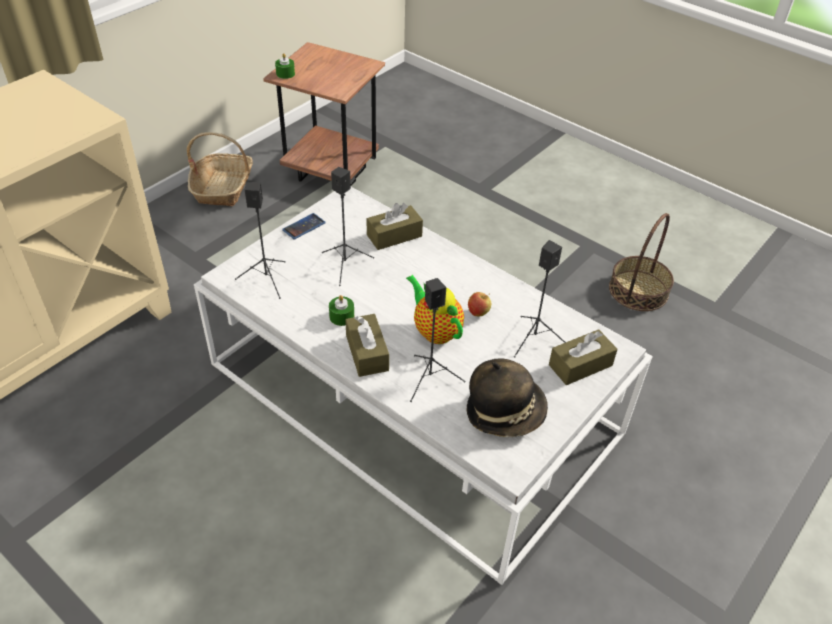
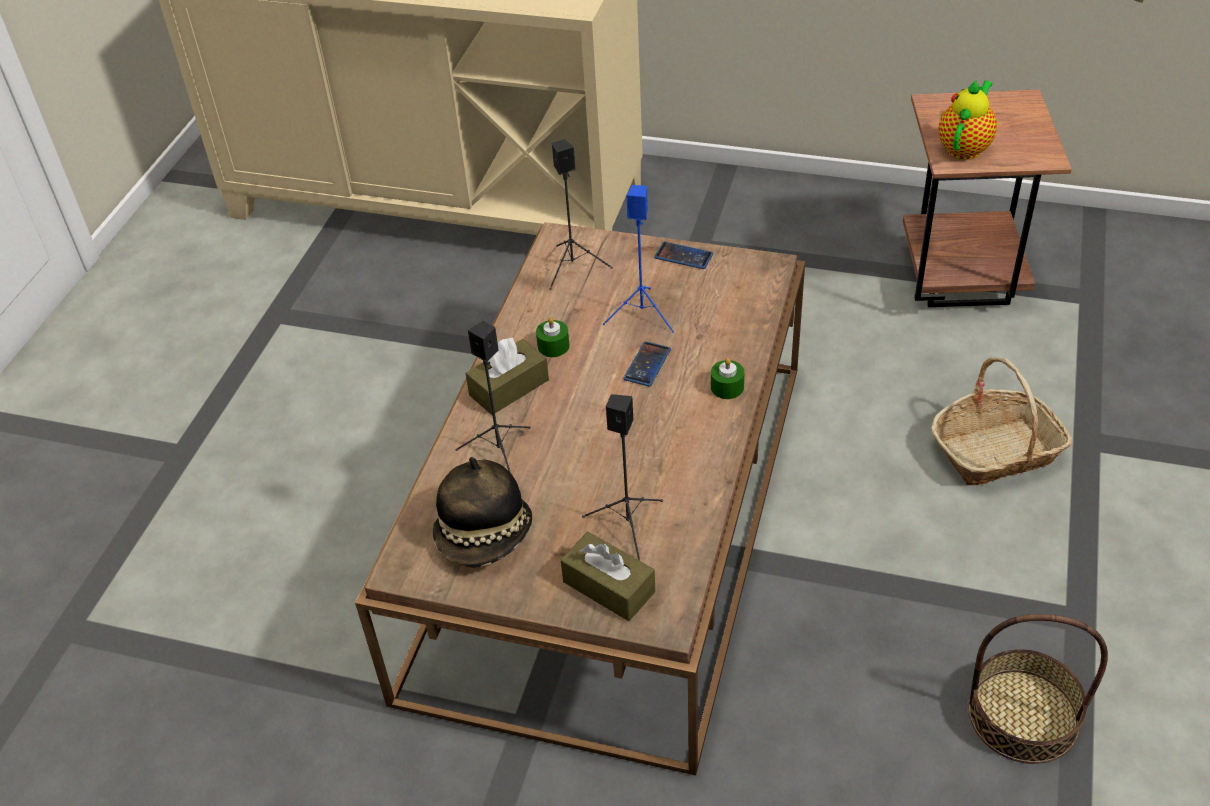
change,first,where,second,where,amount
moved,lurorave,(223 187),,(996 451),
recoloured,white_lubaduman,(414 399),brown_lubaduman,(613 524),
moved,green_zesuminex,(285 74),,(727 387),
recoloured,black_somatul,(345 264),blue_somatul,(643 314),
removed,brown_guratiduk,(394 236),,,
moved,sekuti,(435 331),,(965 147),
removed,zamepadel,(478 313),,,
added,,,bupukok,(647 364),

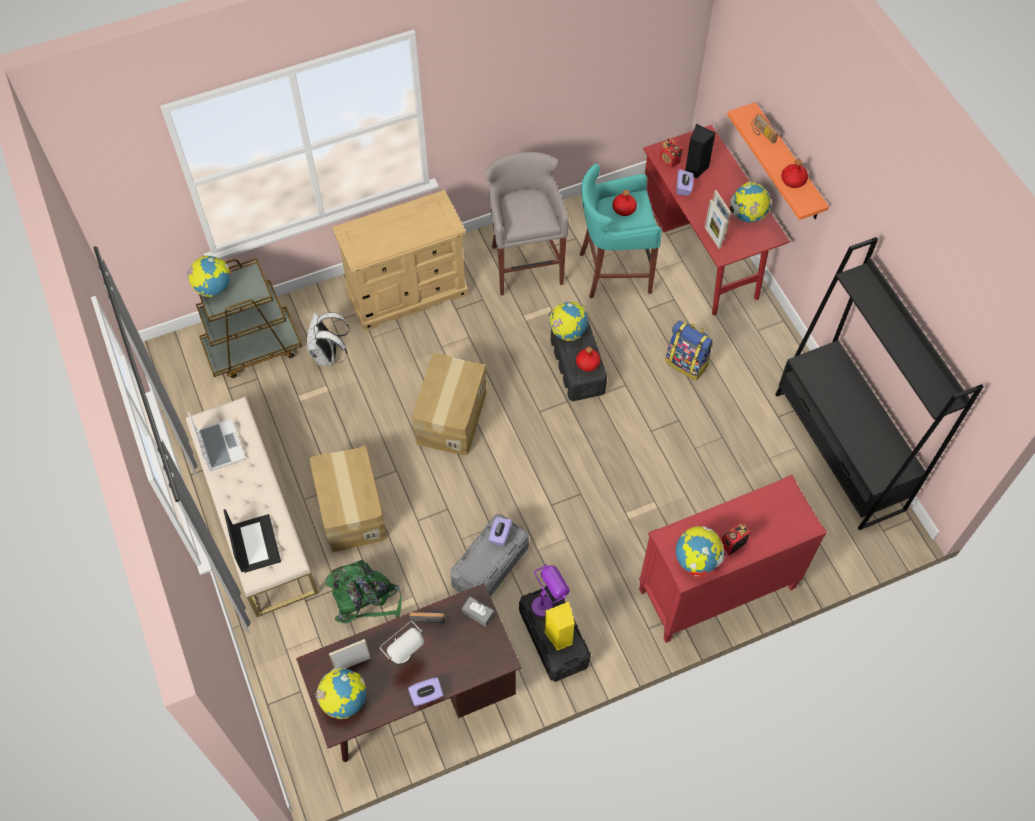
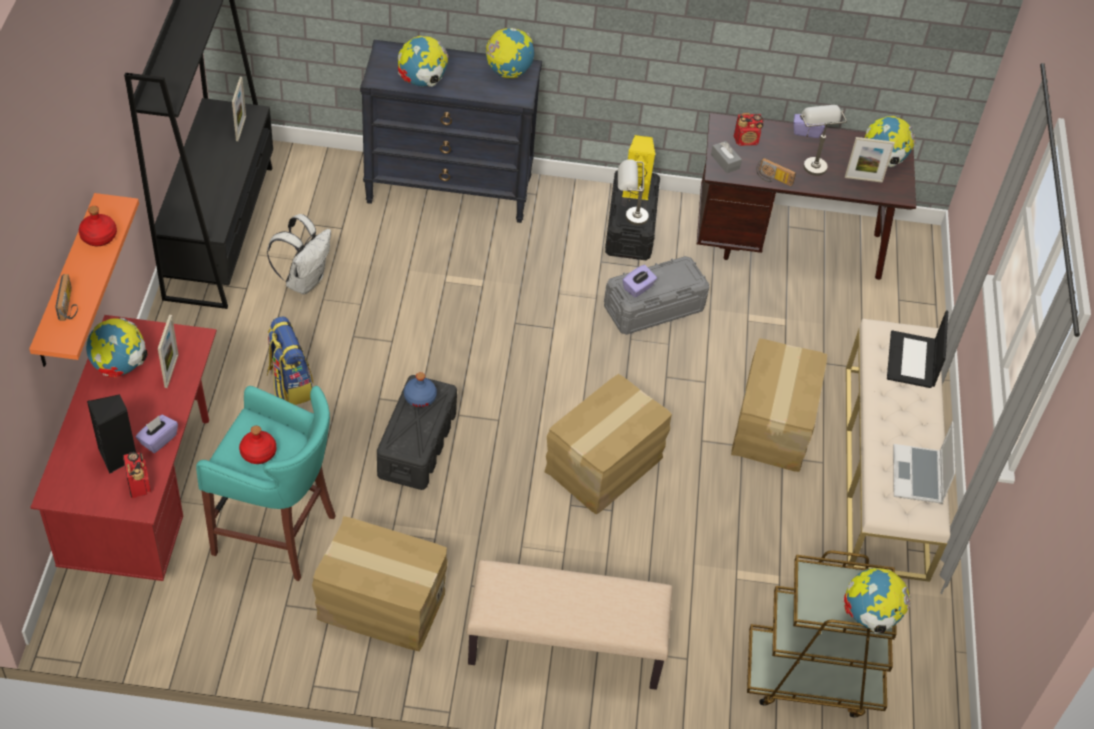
change,first,where,second,where,amount
moved,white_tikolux,(328 356),,(304 280),
removed,green_tikolux,(364 597),,,
replaced,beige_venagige,(407 293),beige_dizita,(564 647),
replaced,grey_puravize,(525 264),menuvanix,(380 605),
recoloured,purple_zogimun,(548 603),grey_zogimun,(628 217),
moved,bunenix,(567 332),,(422 81),
recoloured,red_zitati,(588 363),blue_zitati,(420 397),
recoloured,red_venagige,(716 590),black_venagige,(450 190),
moved,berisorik,(712 237),,(241 128),
moved,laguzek,(732 544),,(746 140),

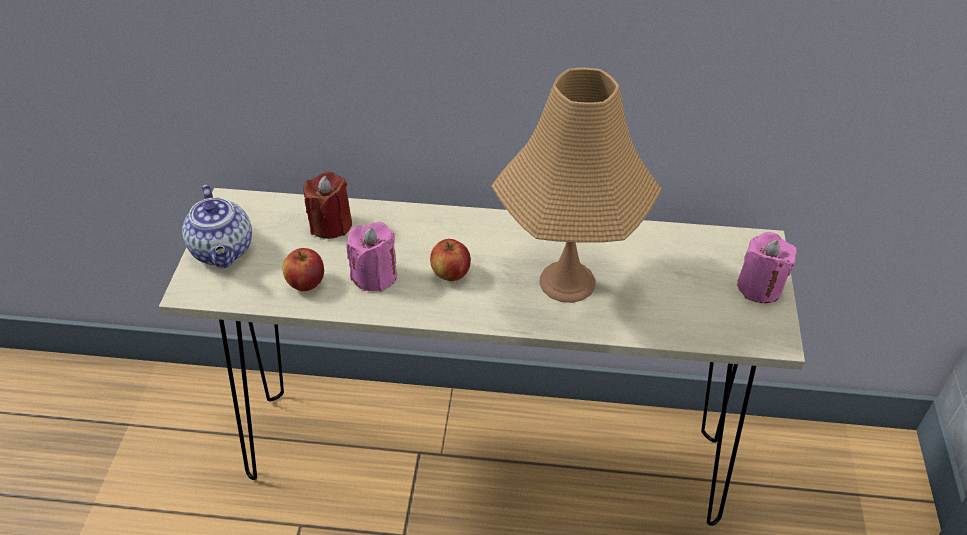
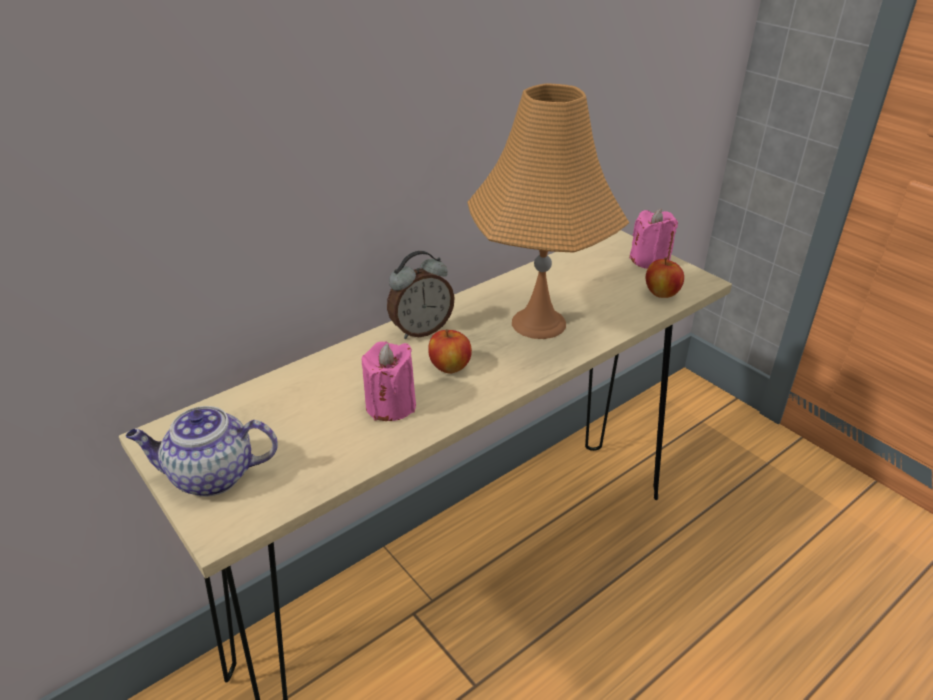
change,first,where,second,where,amount
turned,sekuti,(223 251),,(210 476),150 degrees clockwise
moved,zamepadel,(306 283),,(662 293),
removed,red_zesuminex,(331 224),,,
added,,,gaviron,(421 330),

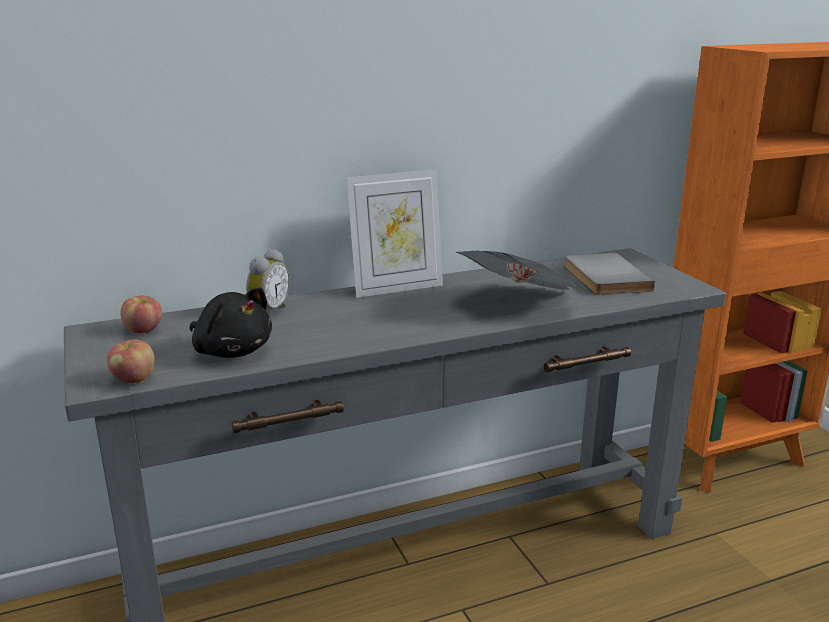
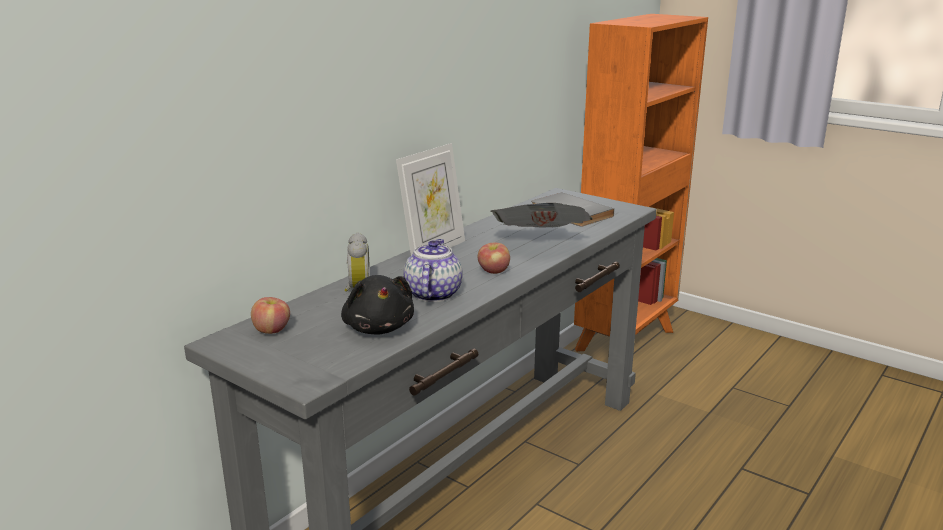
change,first,where,second,where,amount
moved,zamepadel,(134 379),,(494 271),
turned,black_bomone,(232 351),,(378 327),60 degrees clockwise
added,,,sekuti,(433 293),

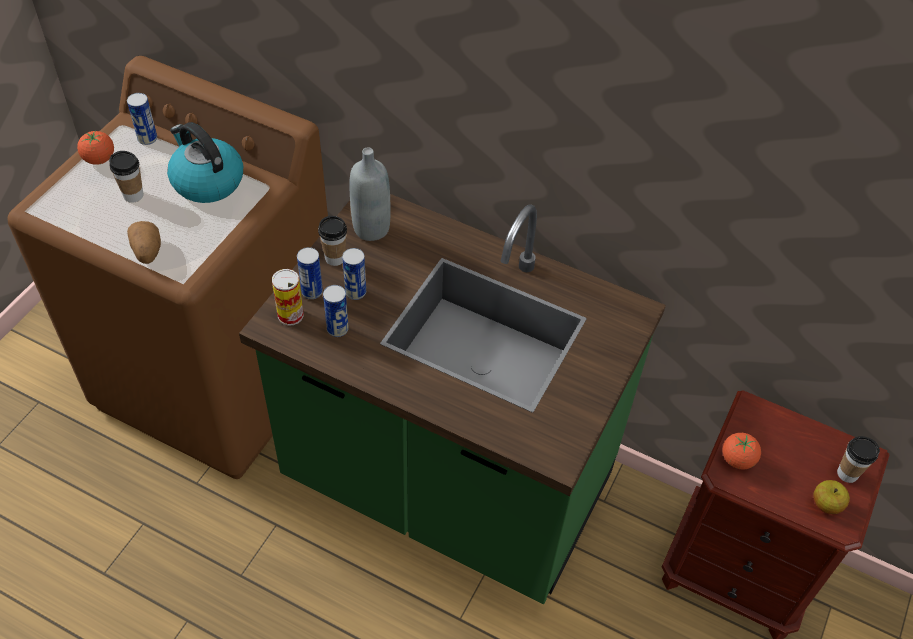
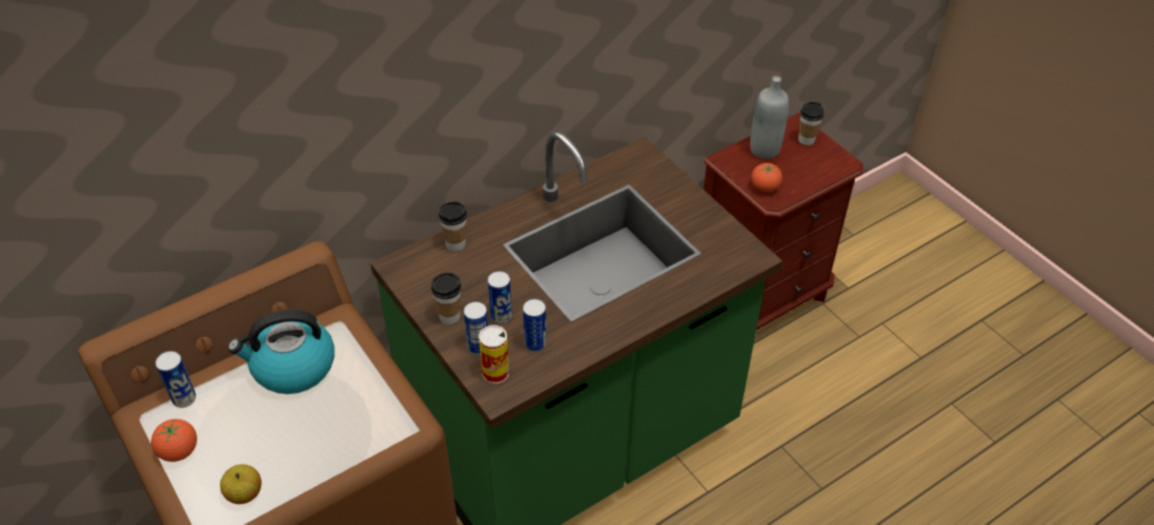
change,first,where,second,where,amount
moved,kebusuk,(133 195),,(455 244),
removed,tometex,(147 251),,,
moved,grey_zitati,(371 228),,(764 150),
moved,zamepadel,(826 504),,(244 494),

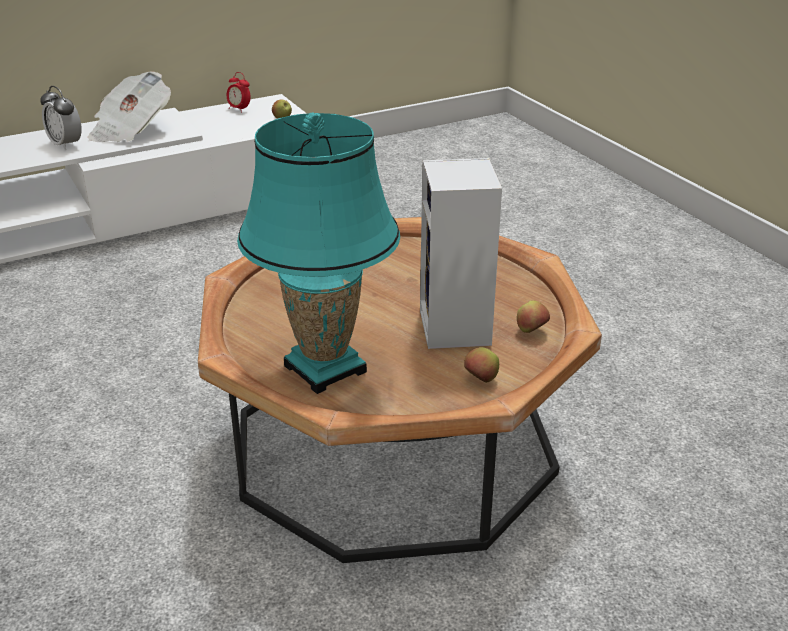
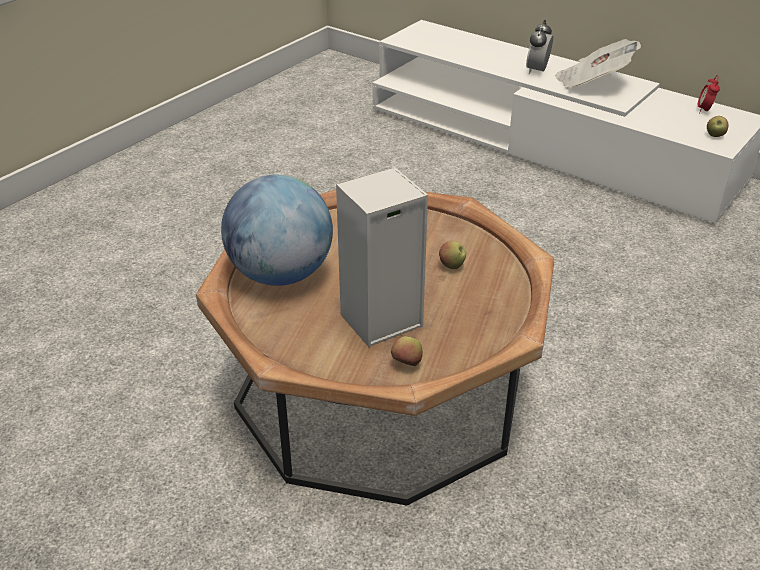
change,first,where,second,where,amount
replaced,turquoise_zogimun,(324 369),bunenix,(281 274),
moved,zamepadel,(481 380),,(452 266),

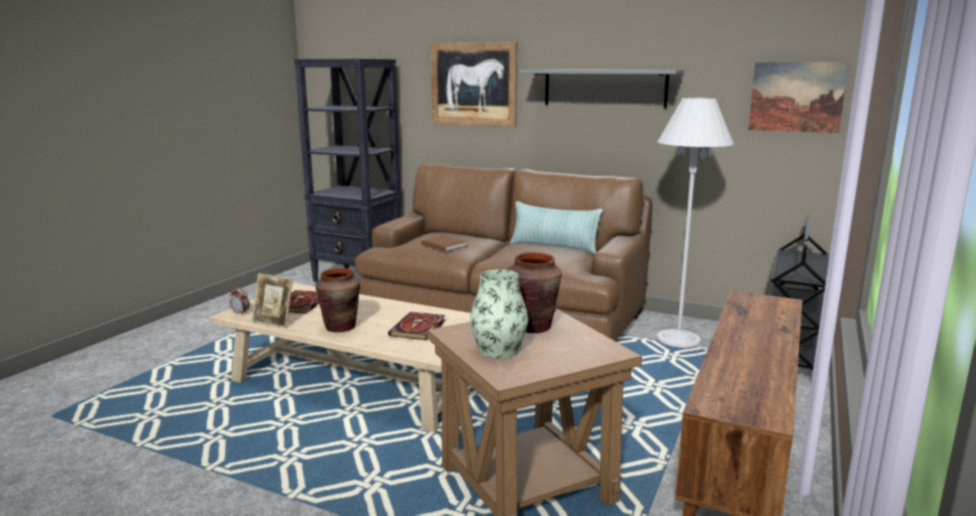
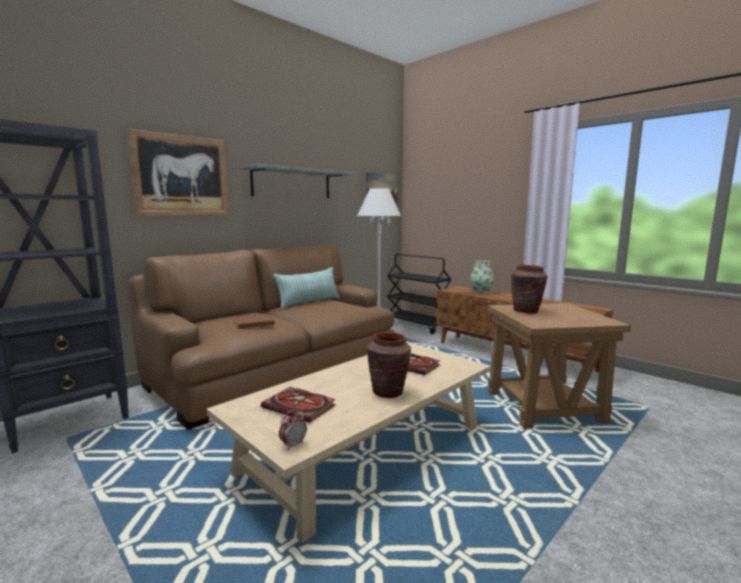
change,first,where,second,where,amount
removed,berisorik,(274 322),,,
moved,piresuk,(498 350),,(481 291),

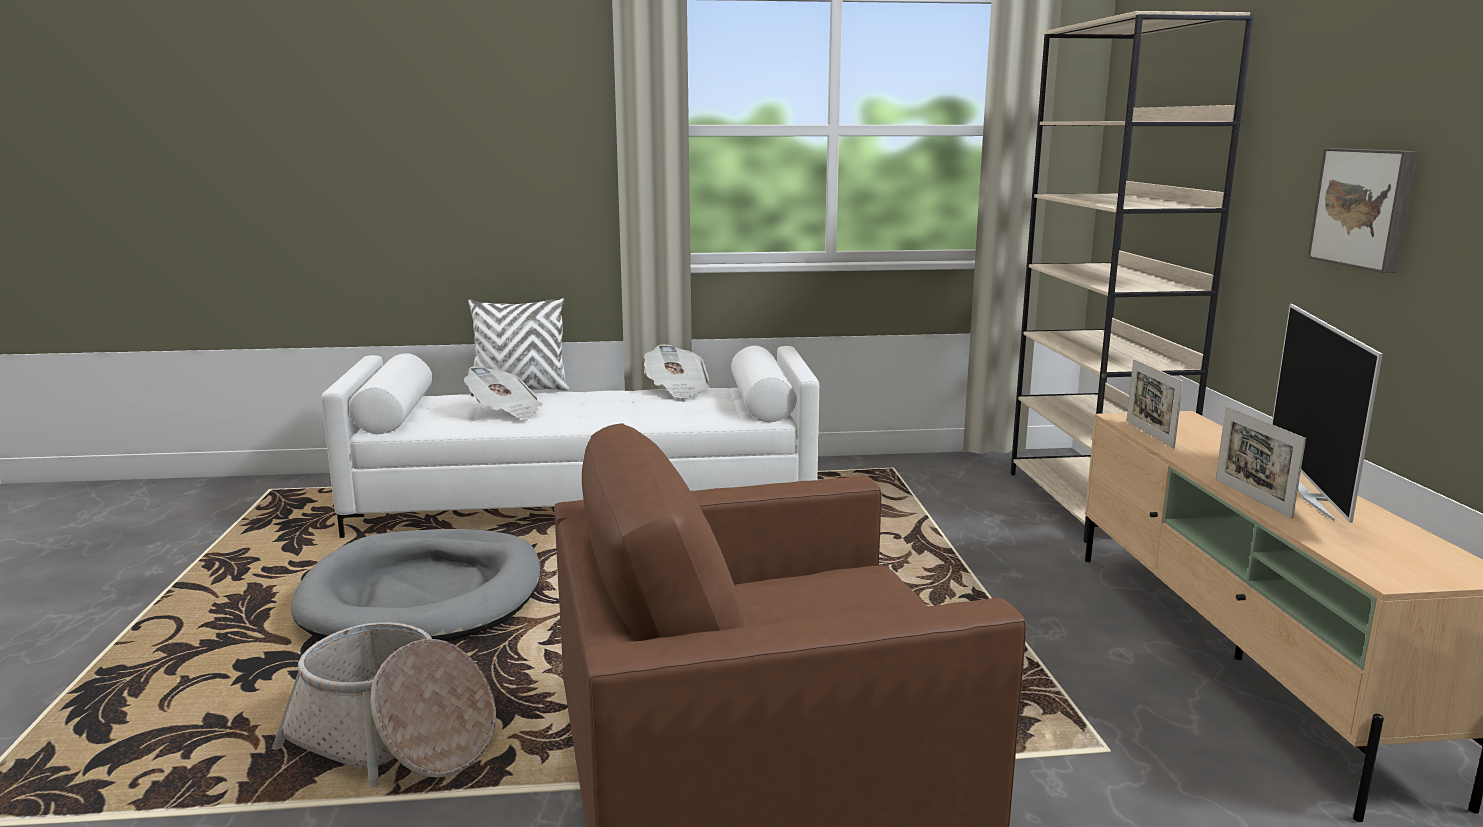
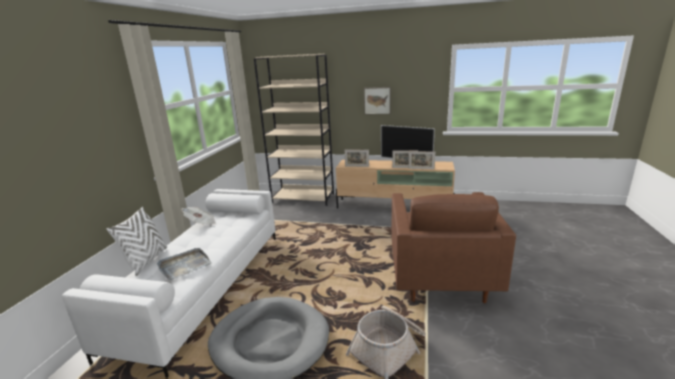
change,first,where,second,where,amount
replaced,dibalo,(505 412),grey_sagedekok,(184 265),
added,,,berisorik,(421 169),

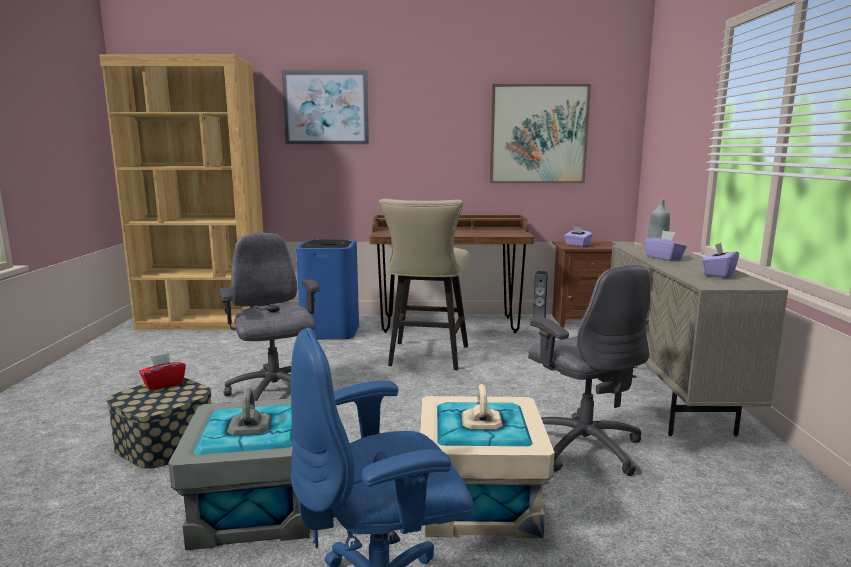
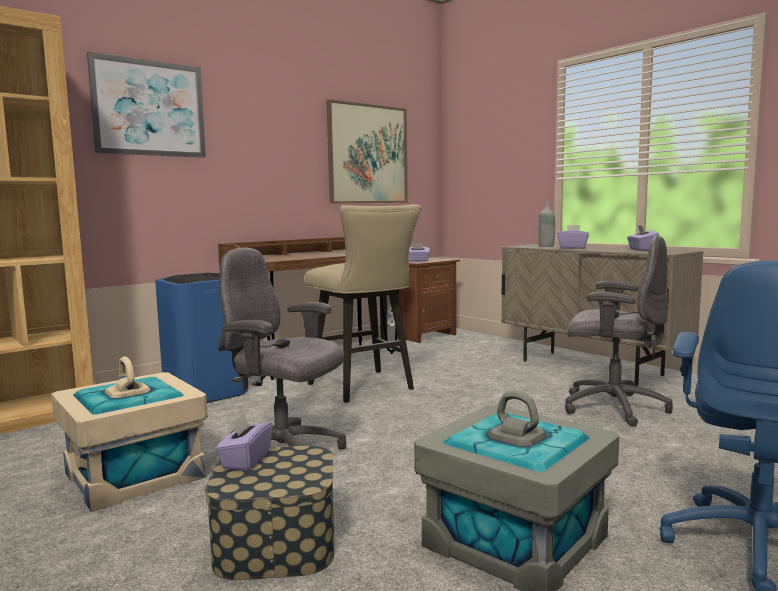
change,first,where,second,where,amount
recoloured,red_guratiduk,(164 384),purple_guratiduk,(245 460),
moved,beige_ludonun,(480 502),,(135 475),

